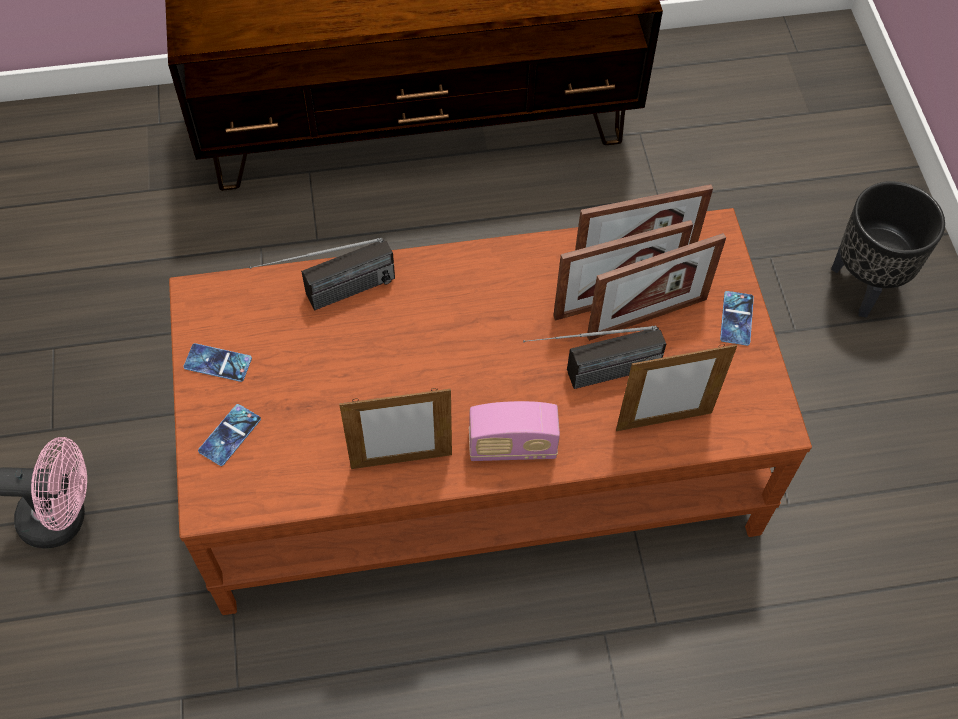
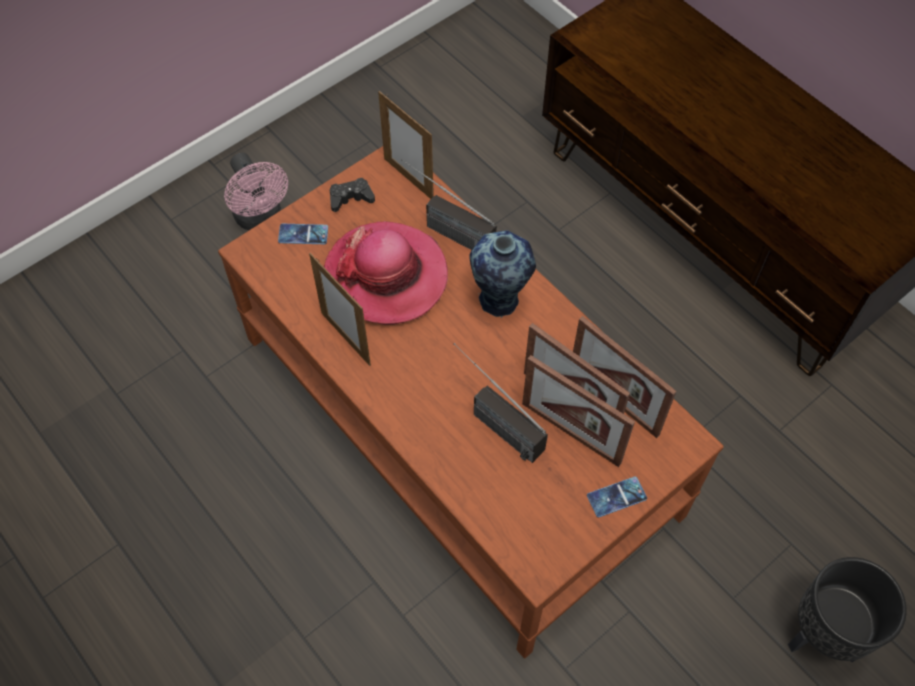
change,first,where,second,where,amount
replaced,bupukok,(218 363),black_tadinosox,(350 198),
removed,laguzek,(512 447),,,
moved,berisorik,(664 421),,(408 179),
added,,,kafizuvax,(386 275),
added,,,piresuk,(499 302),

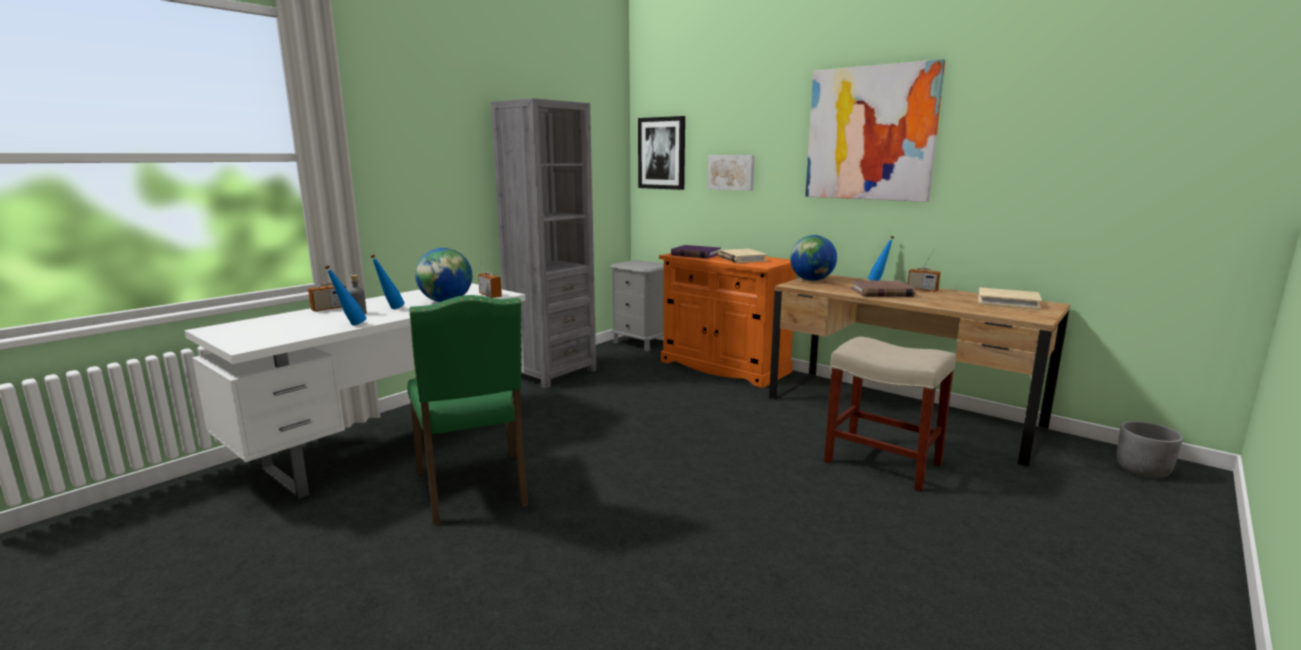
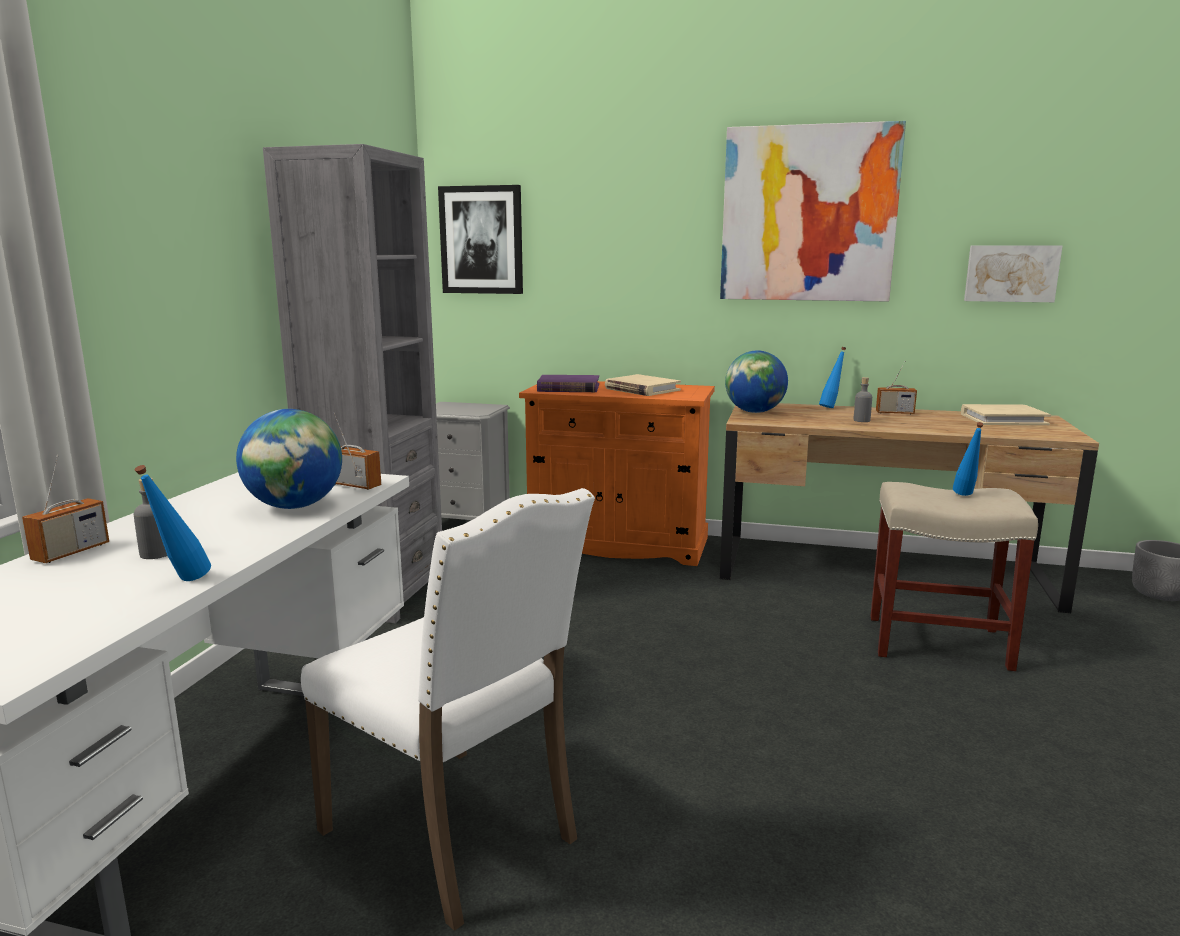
change,first,where,second,where,amount
moved,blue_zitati,(390 309),,(965 496),
recoloured,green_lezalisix,(474 488),white_lezalisix,(456 834),
moved,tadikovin,(731 172),,(1011 273),
replaced,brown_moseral,(881 292),grey_zitati,(861 420),

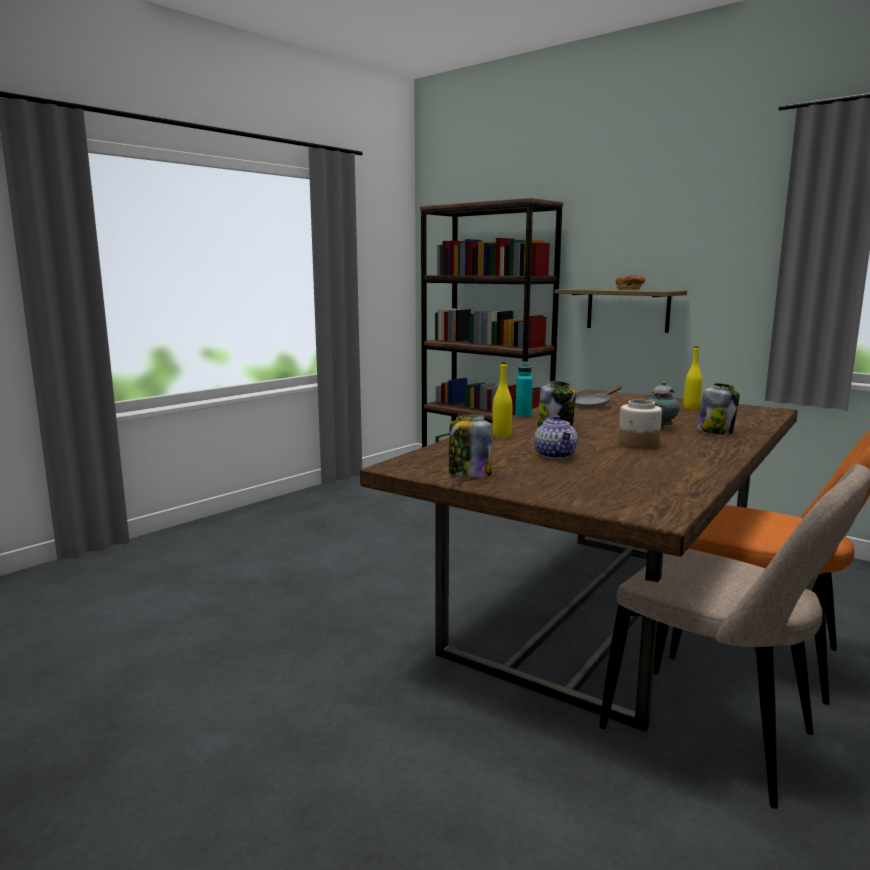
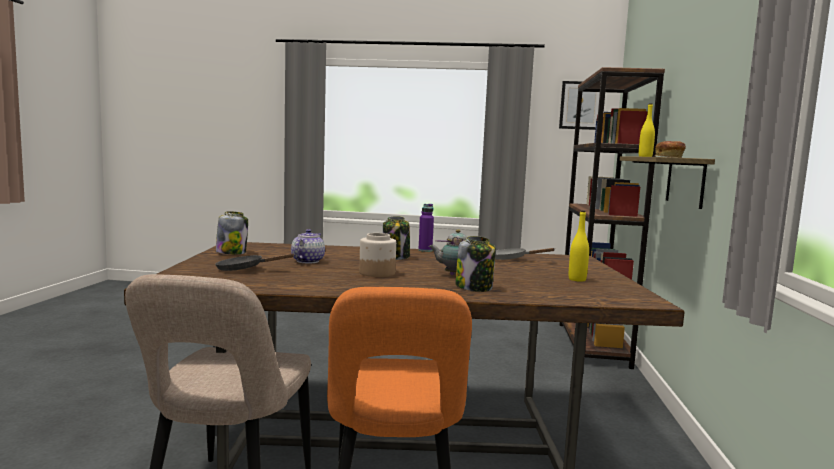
change,first,where,second,where,amount
moved,yellow_zitati,(501 436),,(645 156),
recoloured,turquoise_zitati,(523 416),purple_zitati,(425 250),
turned,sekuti,(555 455),,(307 261),150 degrees clockwise
added,,,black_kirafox,(244 269),
added,,,tadikovin,(581 105),

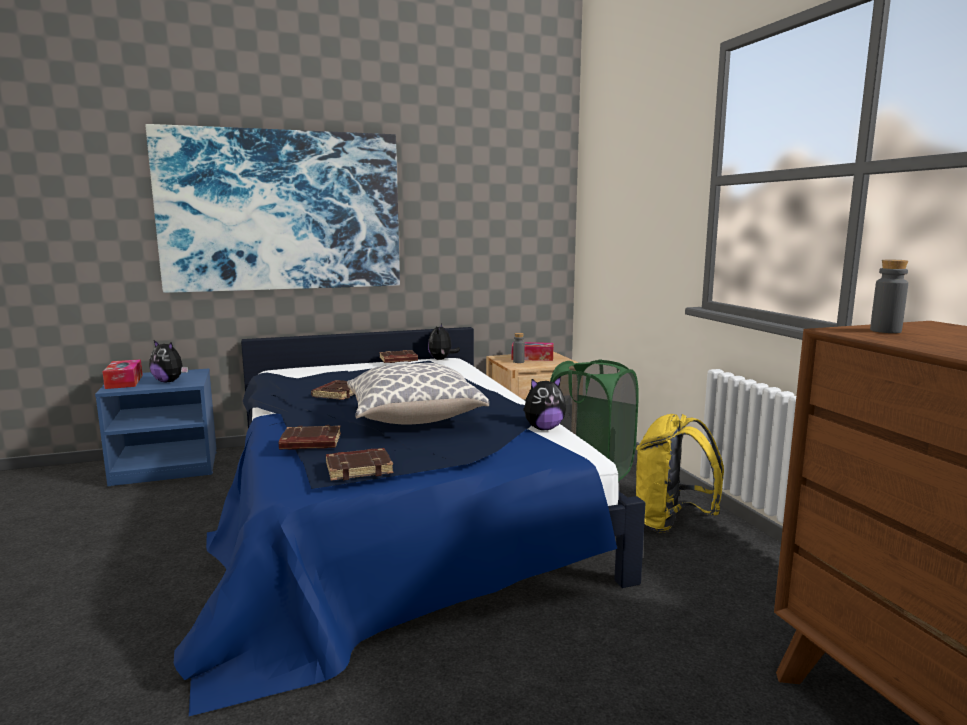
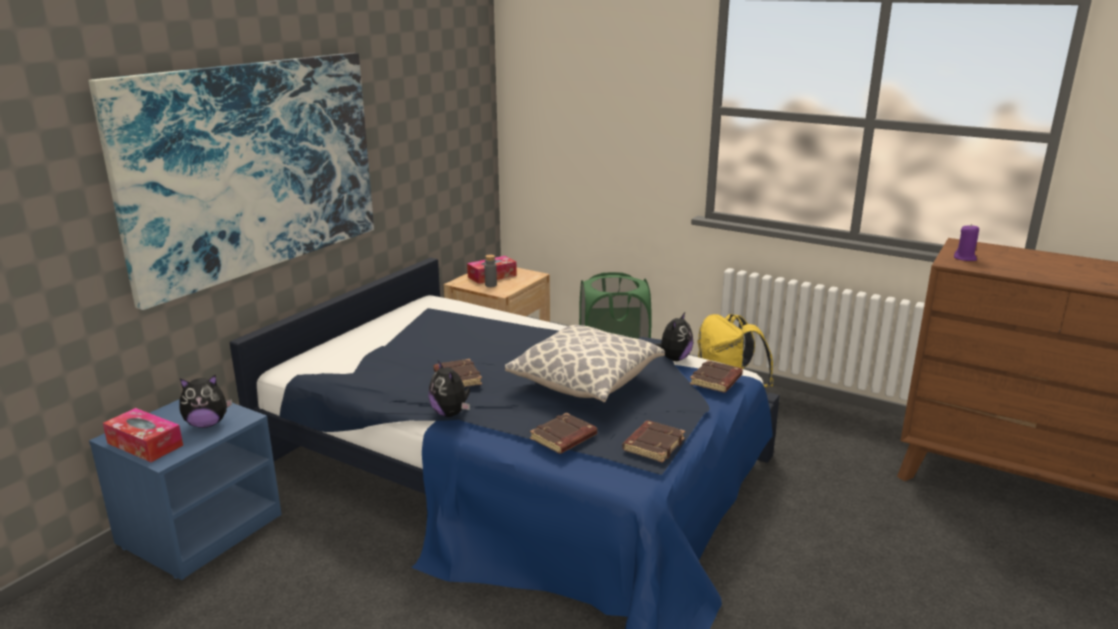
change,first,where,second,where,amount
moved,brown_moseral,(398 360),,(716 381),
moved,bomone,(441 359),,(451 413),
replaced,grey_zitati,(885 331),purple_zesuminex,(965 258),

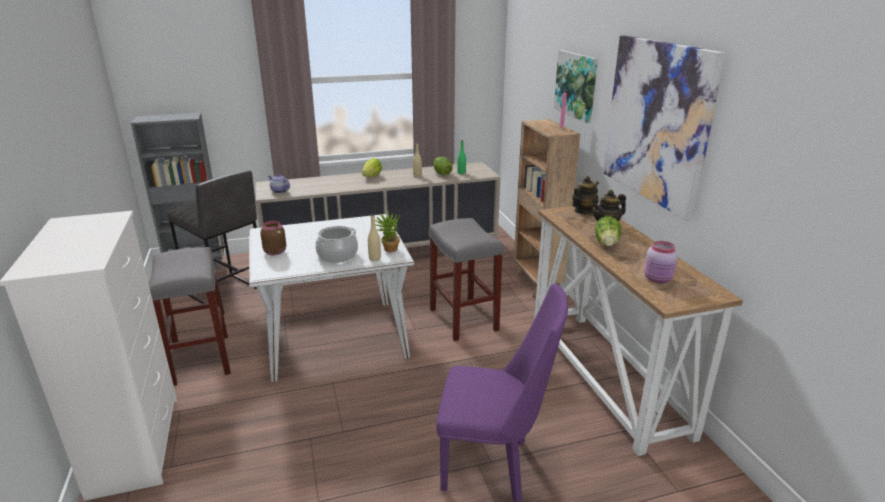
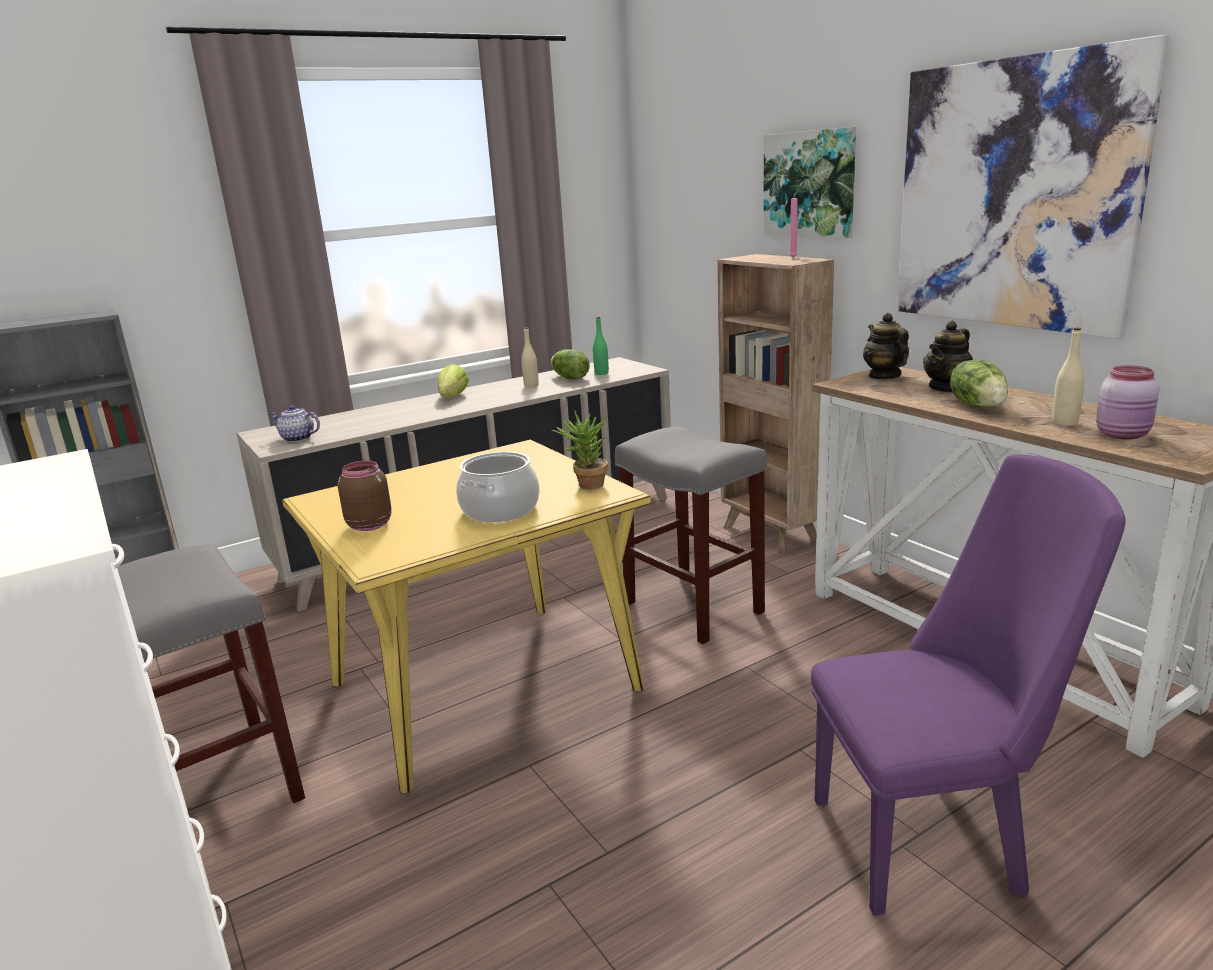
change,first,where,second,where,amount
removed,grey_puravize,(227 294),,,
recoloured,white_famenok,(336 338),yellow_famenok,(485 685),
moved,beige_zitati,(375 259),,(1064 422),
turned,sekuti,(583 211),,(884 376),45 degrees counterclockwise

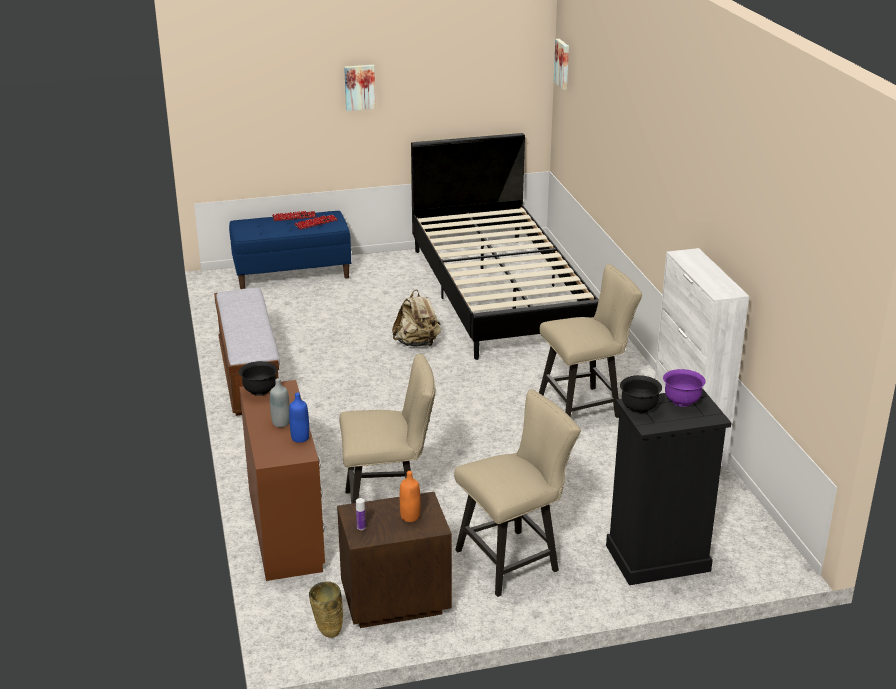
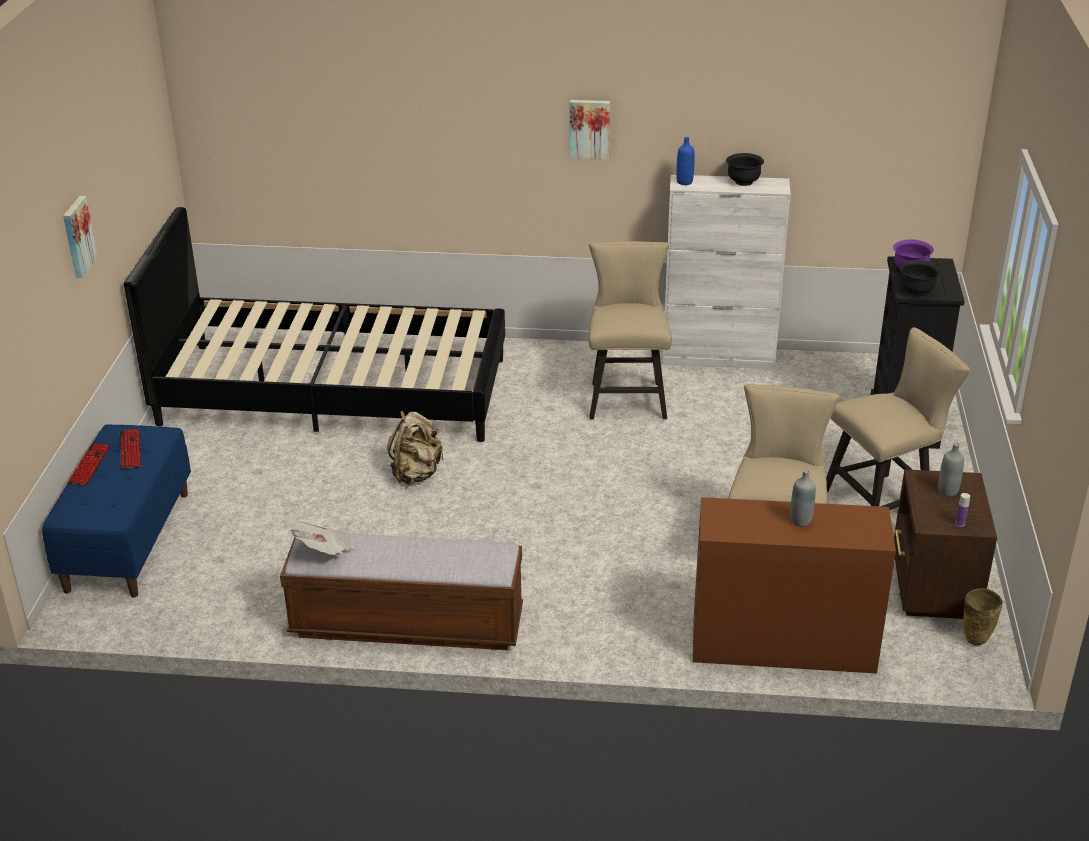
change,first,where,second,where,amount
moved,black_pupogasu,(260 391),,(743 182),
moved,blue_zitati,(300 438),,(684 182),
recoloured,orange_zitati,(410 517),grey_zitati,(948 491),
turned,beige_lezalisix,(514 559),,(883 501),75 degrees clockwise
moved,tadikovin,(563 64),,(590 128),
added,,,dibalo,(323 551),

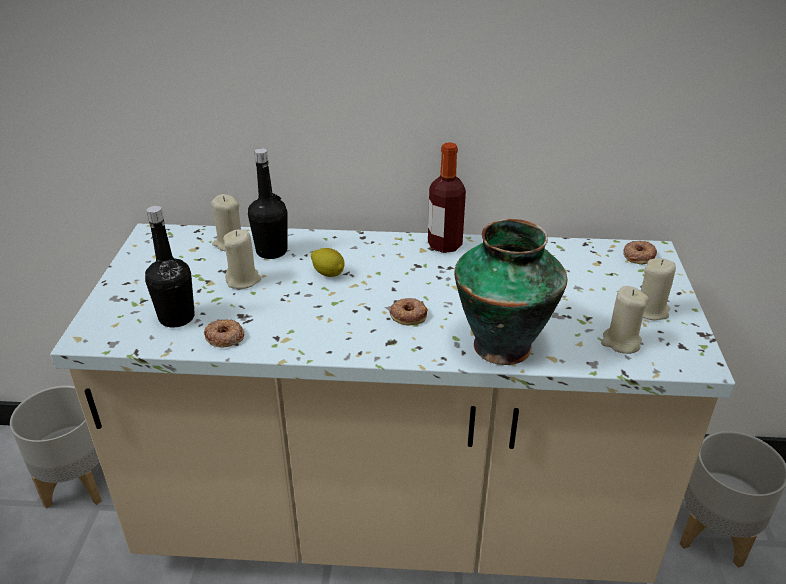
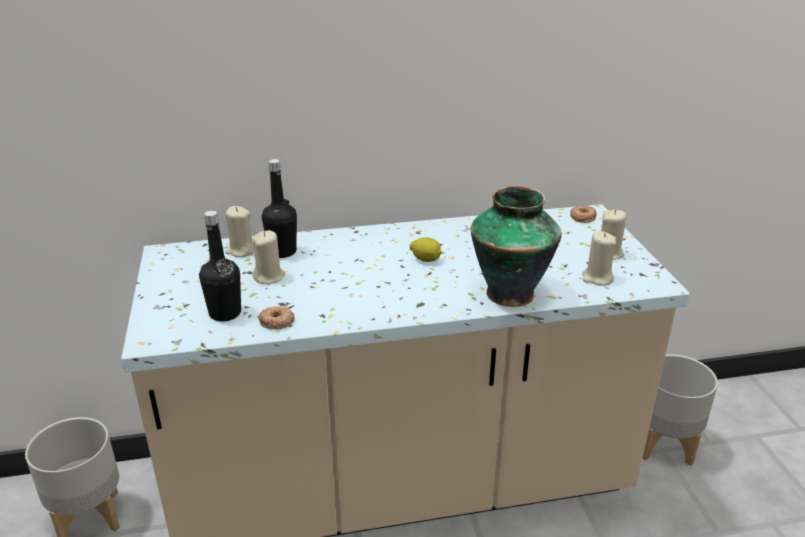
change,first,where,second,where,amount
moved,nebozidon,(328 273),,(426 260),
removed,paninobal,(408 315),,,
removed,zitati,(444 245),,,

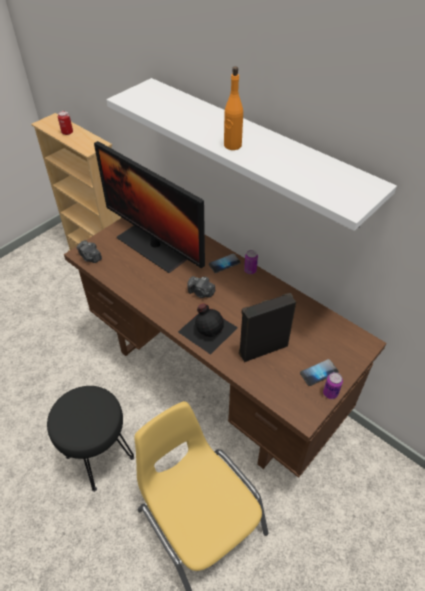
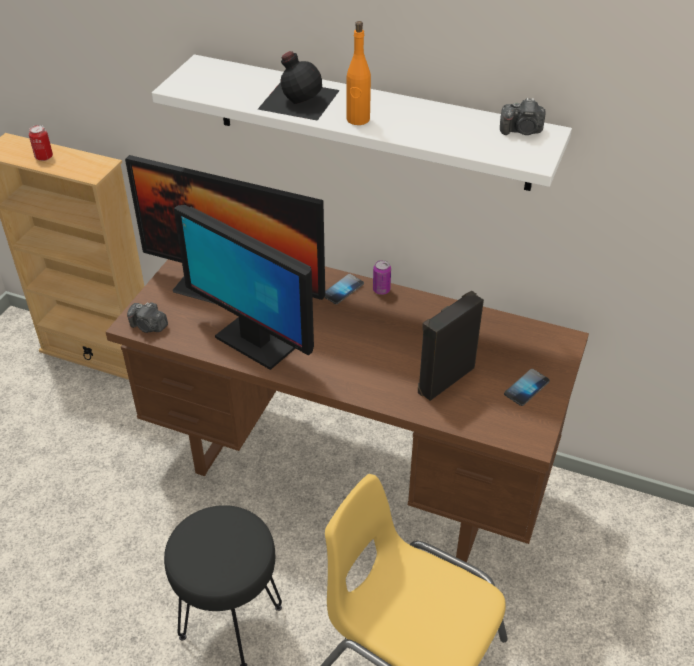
change,first,where,second,where,amount
moved,black_zitati,(207 328),,(298 98),
moved,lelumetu,(201 293),,(522 131),
removed,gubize,(330 393),,,
added,,,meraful,(255 342),

